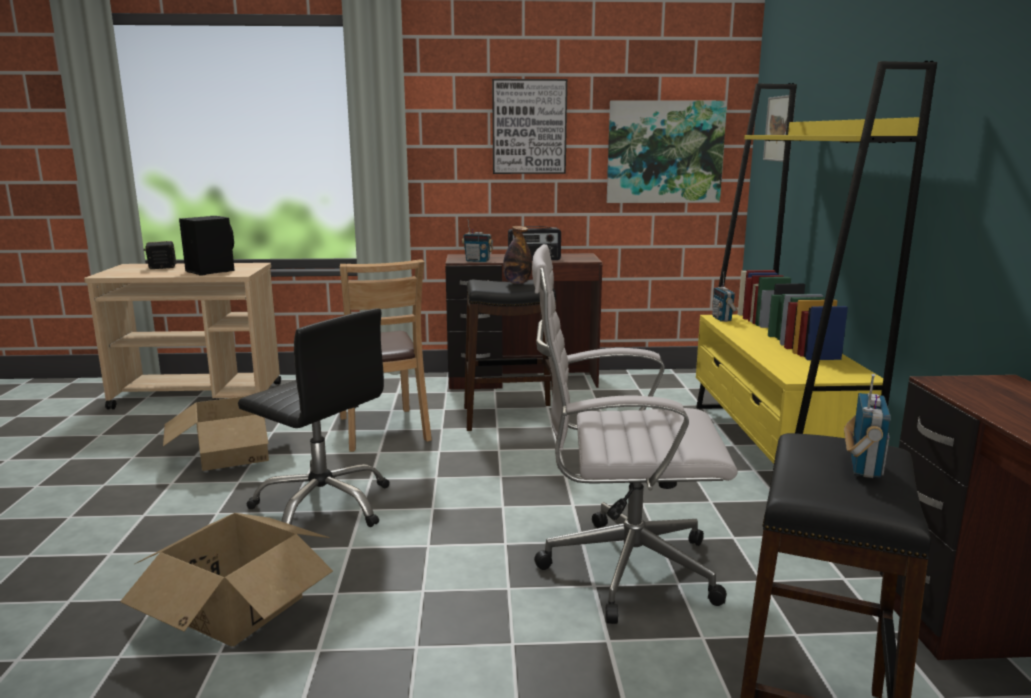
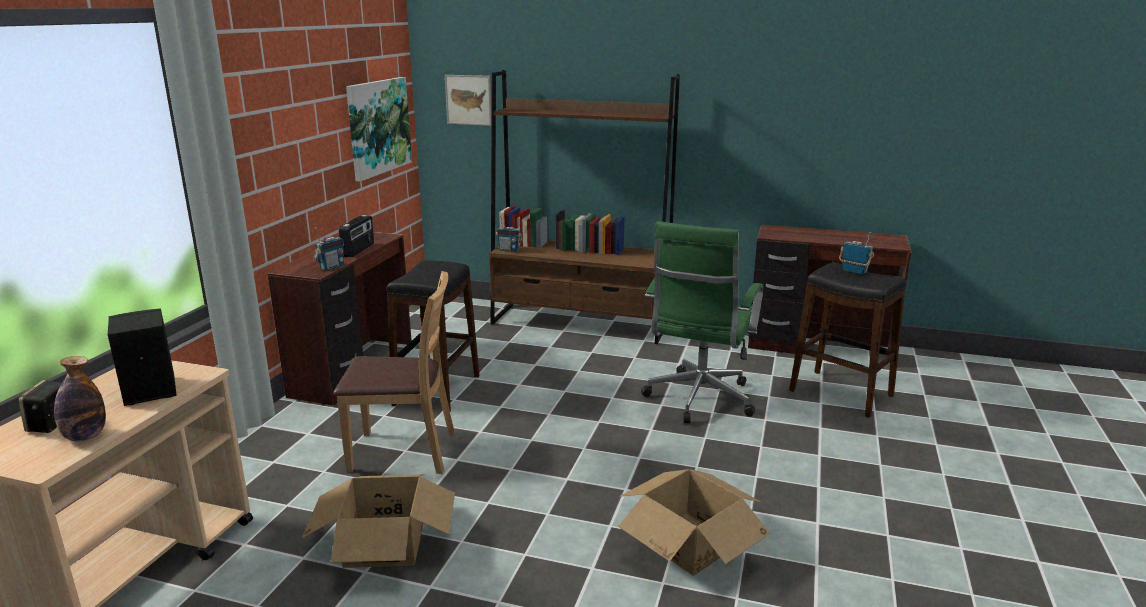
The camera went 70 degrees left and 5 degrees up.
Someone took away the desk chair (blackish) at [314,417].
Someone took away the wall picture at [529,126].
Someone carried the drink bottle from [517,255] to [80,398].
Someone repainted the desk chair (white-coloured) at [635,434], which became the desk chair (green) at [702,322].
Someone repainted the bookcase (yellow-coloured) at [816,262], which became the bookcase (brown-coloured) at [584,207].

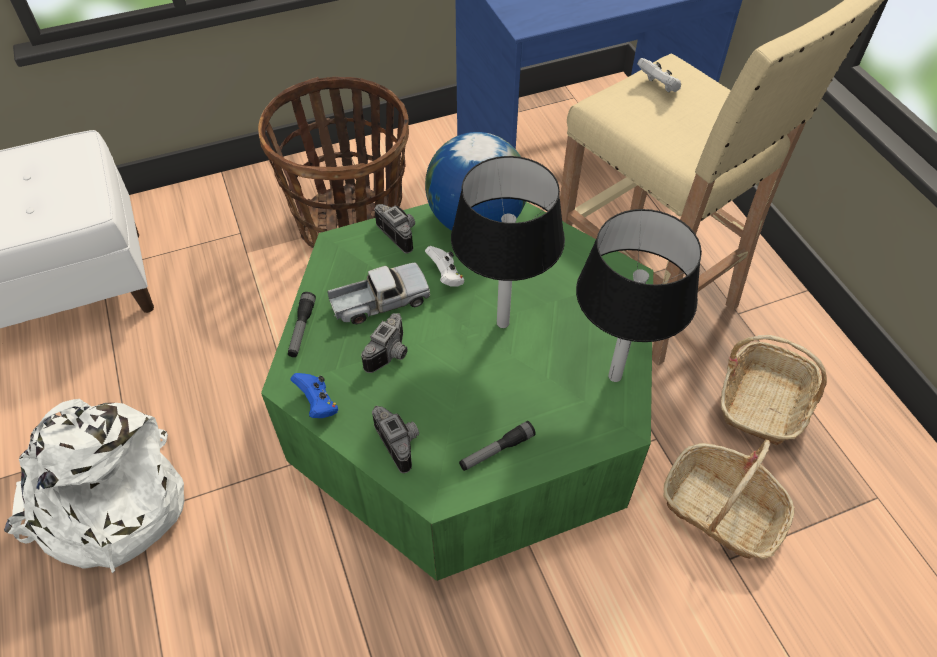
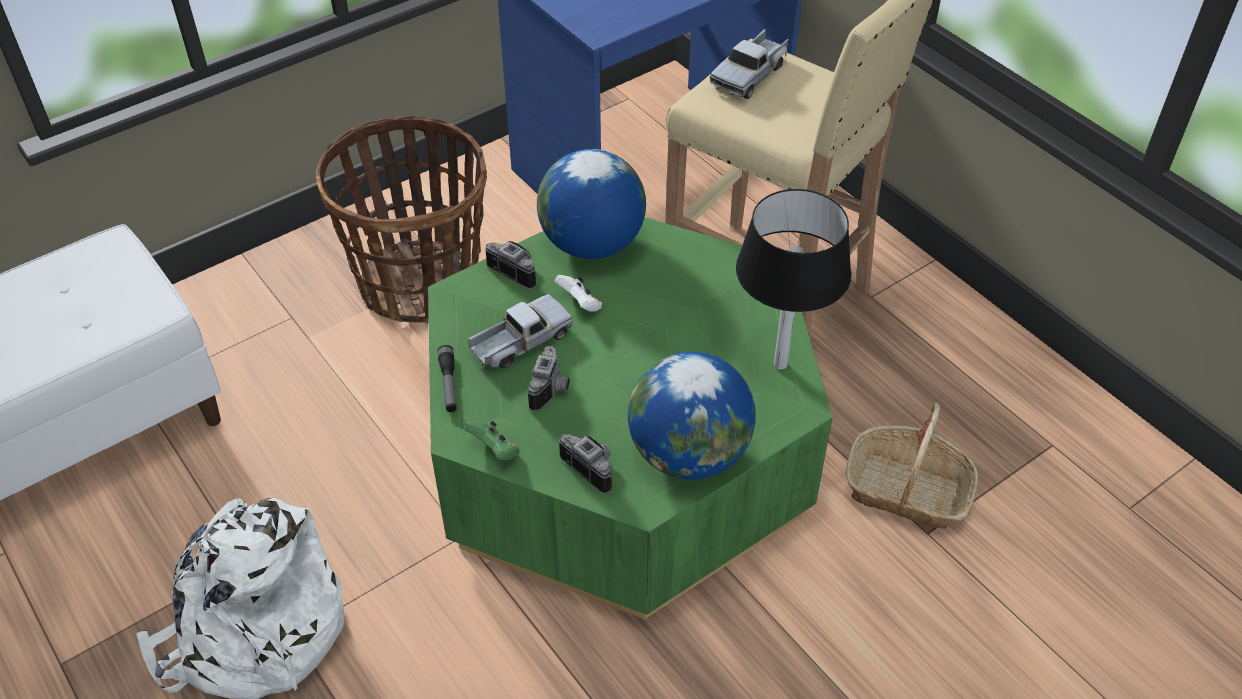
The camera went 15 degrees left and 5 degrees down.
Someone repainted the joypad (bluish) at [314,395], which became the joypad (green) at [491,440].
Someone took away the tabletop lamp (blackish) at [508,242].
Someone swapped the flashlight at [497,446] for the world globe at [692,416].
Someone swapped the joypad (white-coloured) at [659,75] for the toy truck at [749,64].
Someone took away the basket at [774,390].

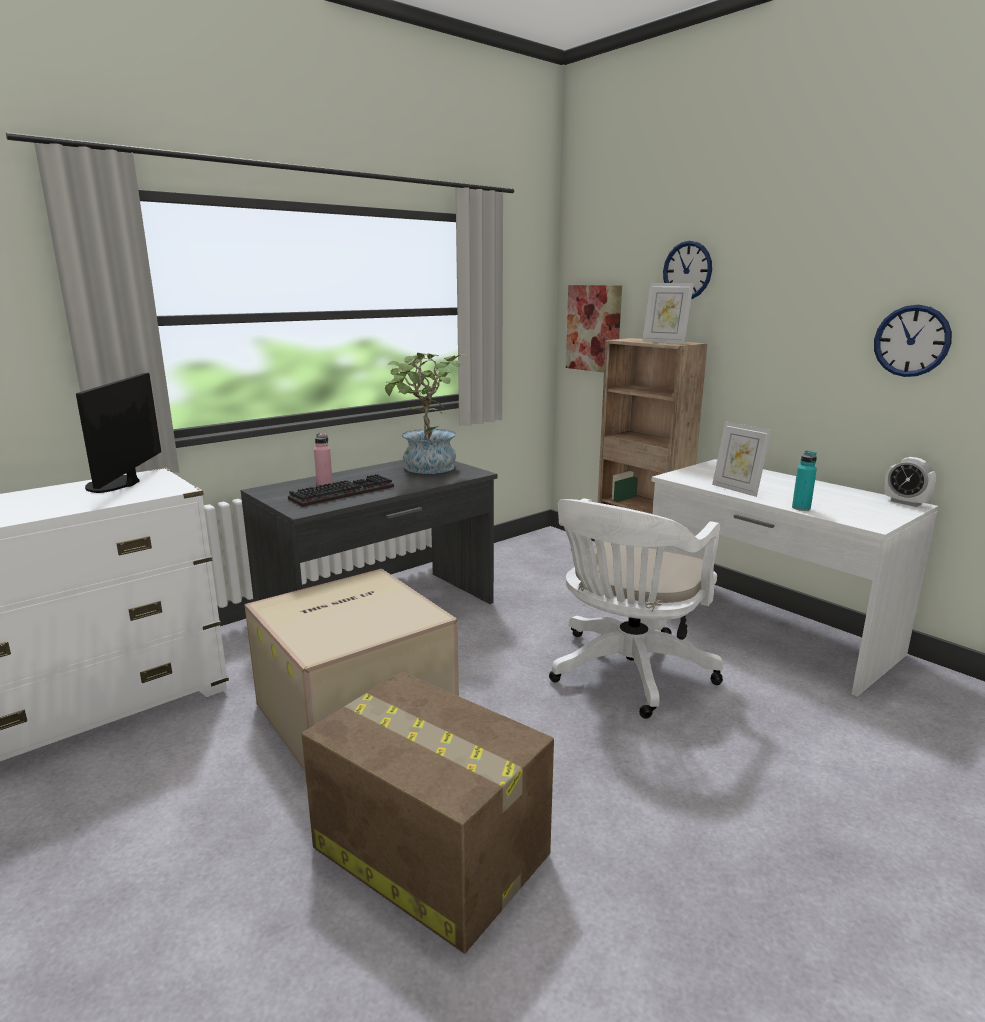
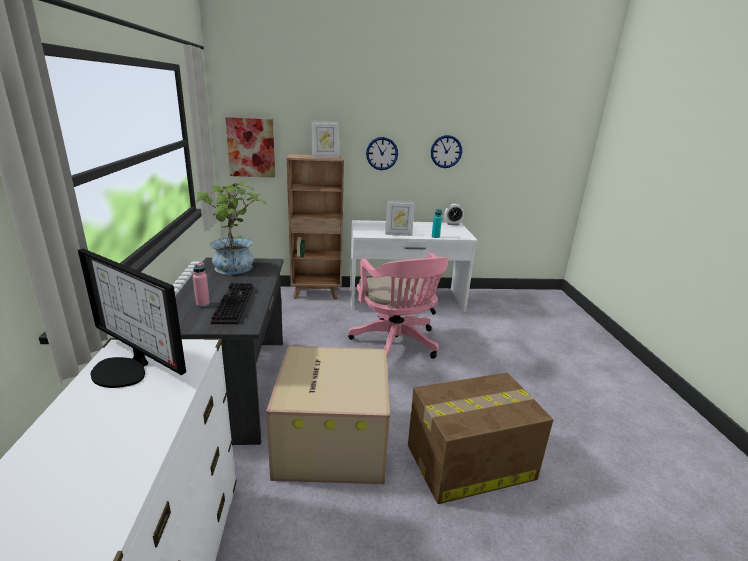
The camera went 55 degrees left and 5 degrees up.
Someone repainted the desk chair (white-coloured) at [636,608], which became the desk chair (pinkish) at [398,306].
Someone carried the hanging clock from [687,270] to [382,153].

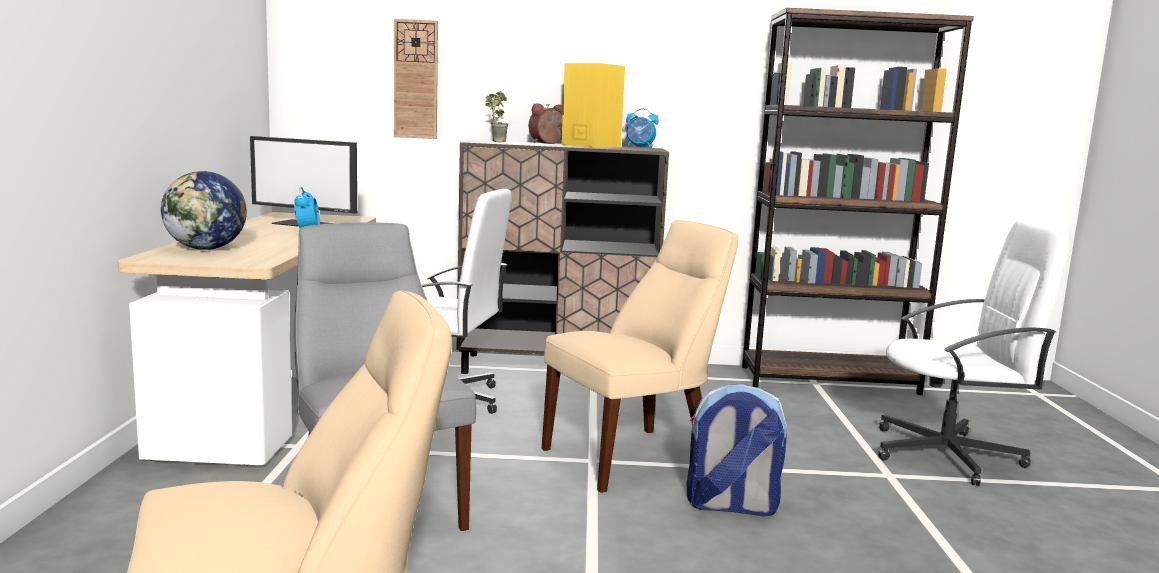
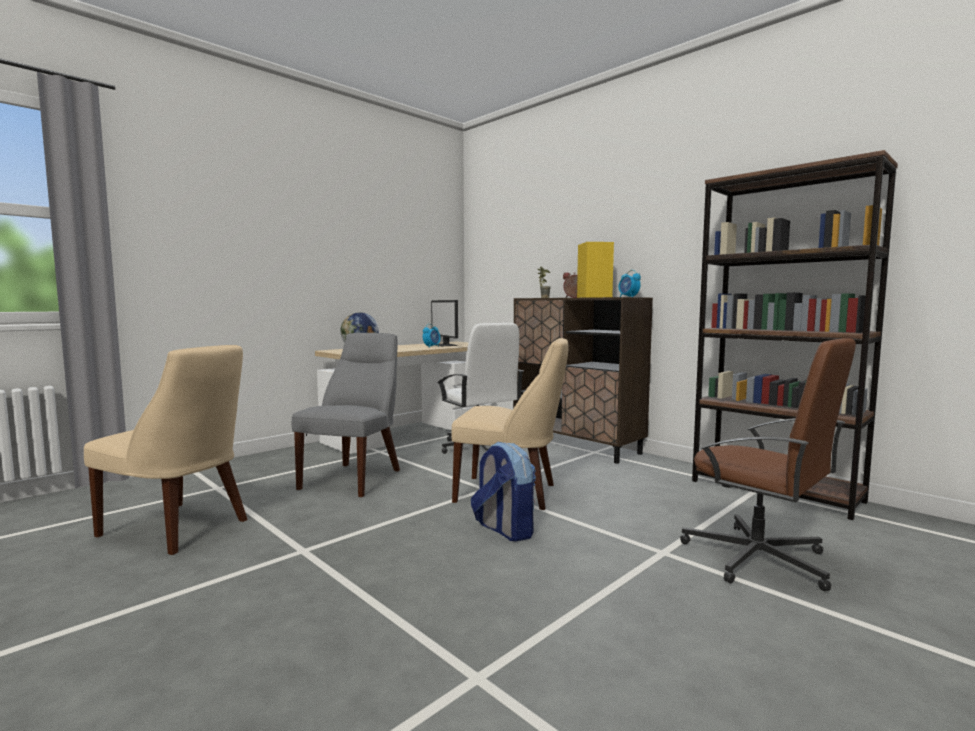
The camera went 45 degrees right and 5 degrees down.
Someone took away the hanging clock at [416,79].
Someone repainted the desk chair (white-coloured) at [973,353], which became the desk chair (brown-coloured) at [768,464].

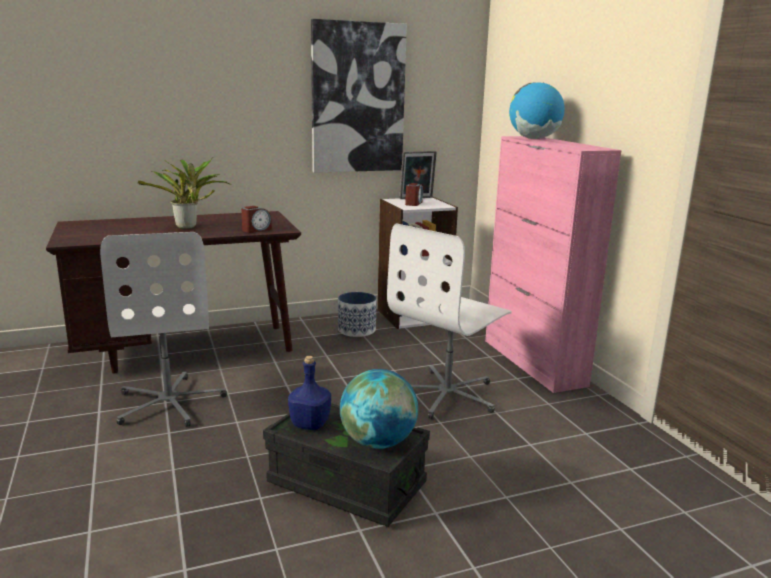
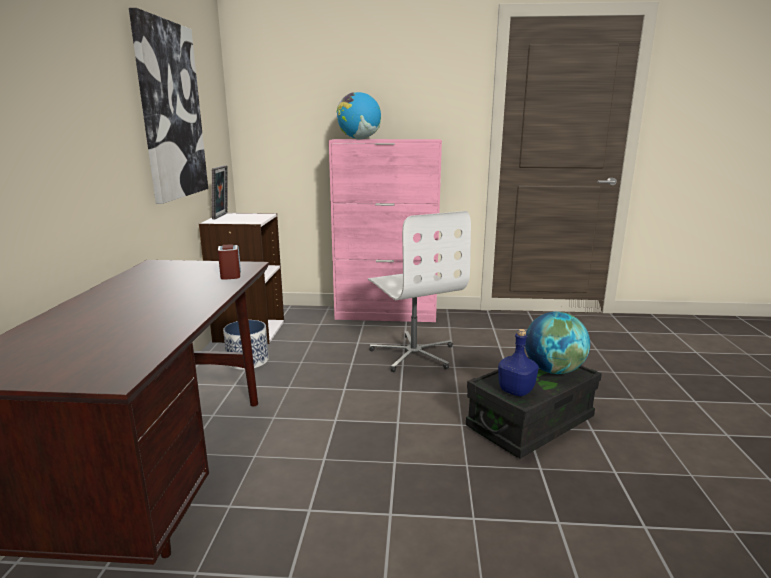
The camera went 65 degrees left and 0 degrees up.
Someone took away the desk chair (white-coloured) at [163,329].
Someone took away the potted plant at [184,193].
Someone took away the table clock at [414,194].

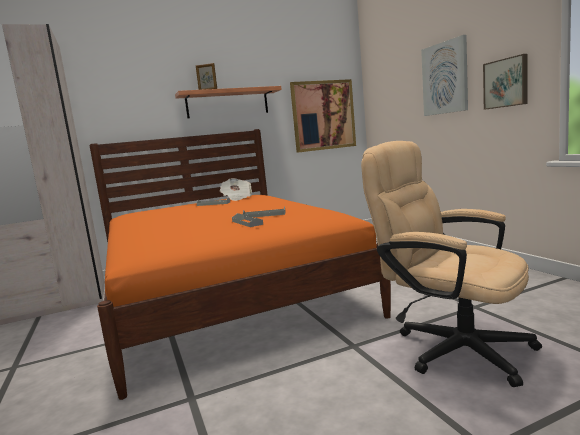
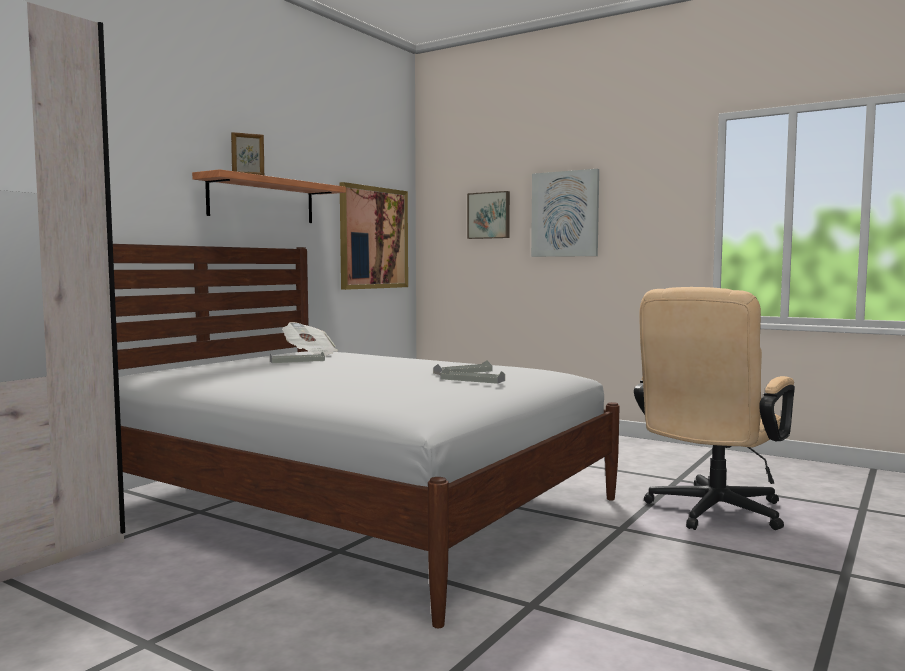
The camera went 35 degrees left and 5 degrees down.
Someone repainted the sleeping bed (orange) at [240,264], which became the sleeping bed (white-coloured) at [366,436].
Someone rotated the desk chair (beige) at [451,264] by 60 degrees counterclockwise.
Someone carried the wall picture from [505,82] to [488,215].

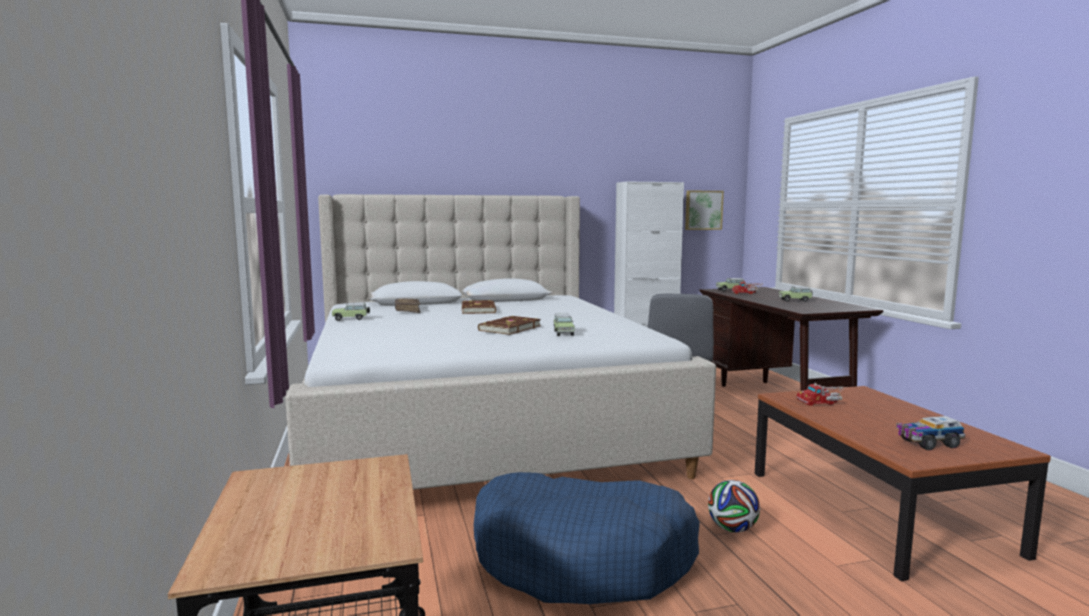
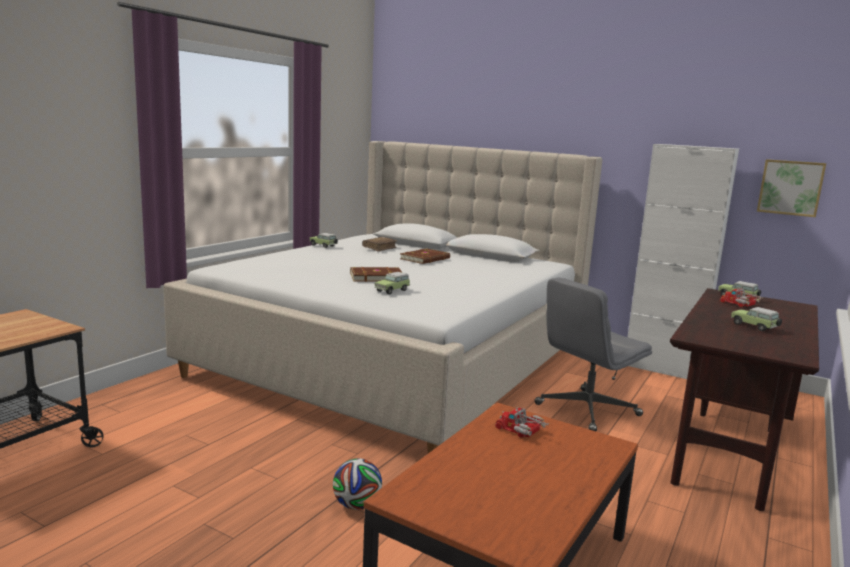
The camera went 45 degrees right and 5 degrees up.
Someone took away the pet bed (bluish) at [587,538].
Someone took away the toy truck at [931,433].

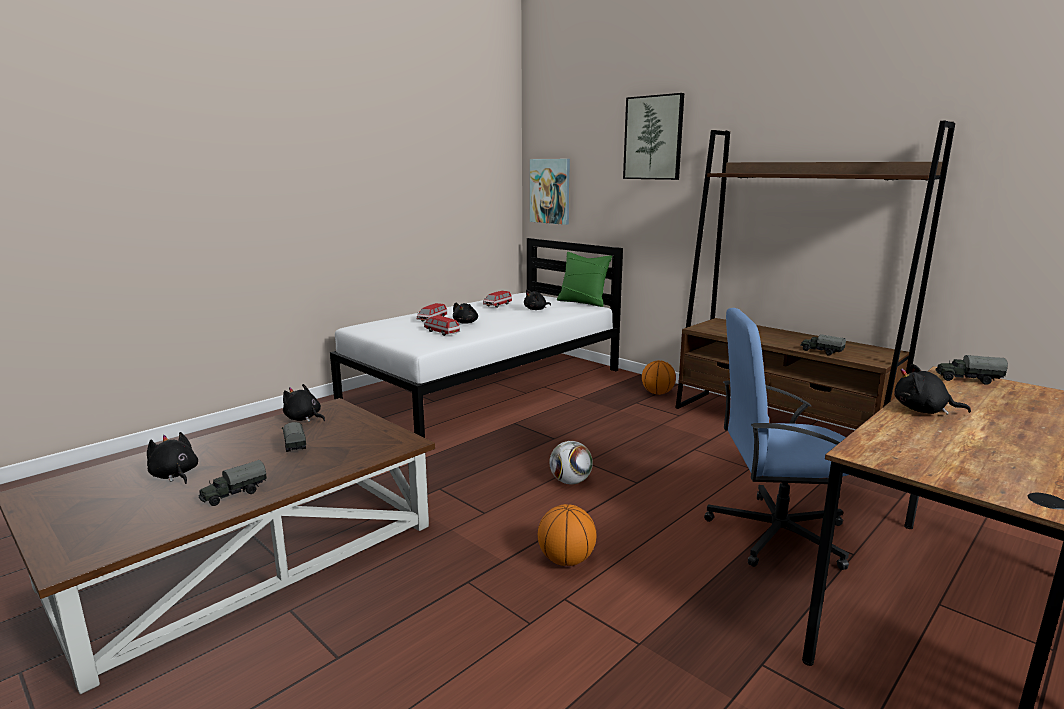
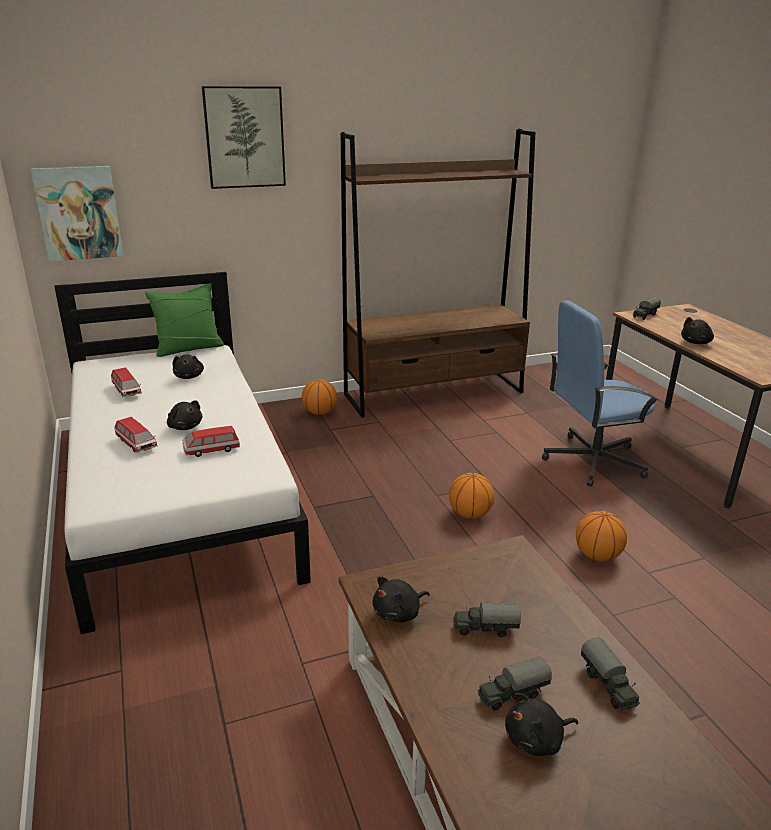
The camera went 65 degrees left and 10 degrees up.
Someone swapped the ball for football at [571,462] for the basketball ball at [472,496].
Someone rotated the desk chair (bluish) at [776,439] by 45 degrees clockwise.
Someone carried the toy truck from [823,345] to [515,683].

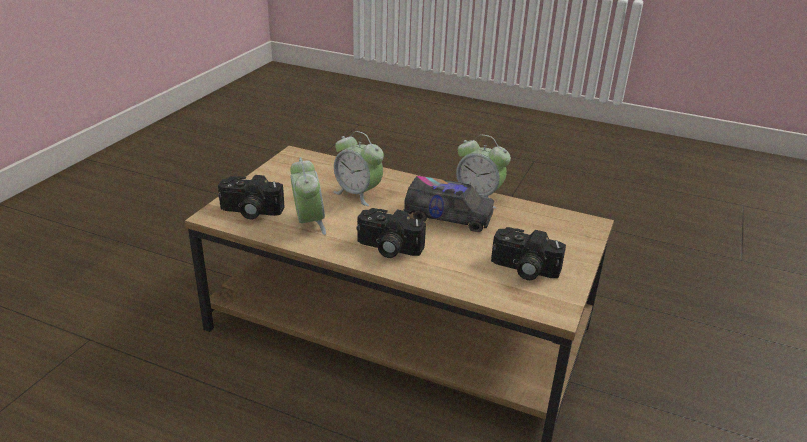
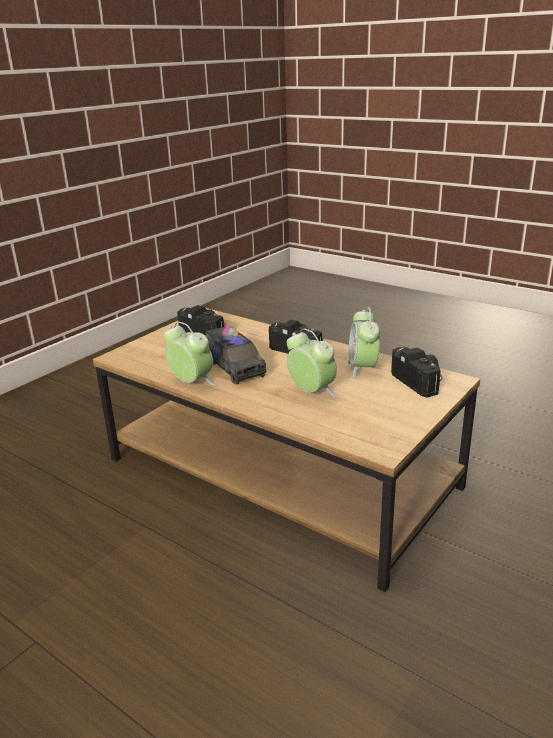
The camera went 165 degrees left and 5 degrees down.
Someone rotated the photo camera at [251,197] by 45 degrees clockwise.
Someone rotated the toy truck at [448,204] by 150 degrees counterclockwise.

